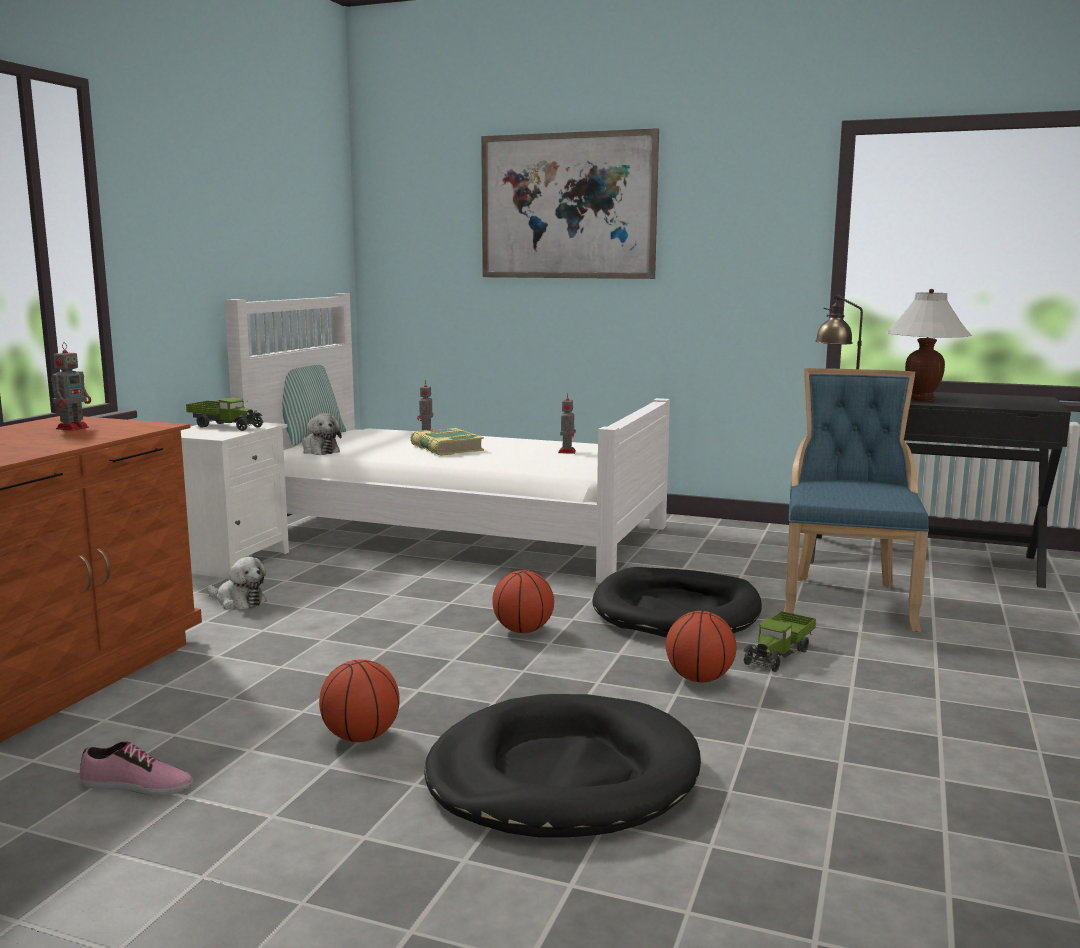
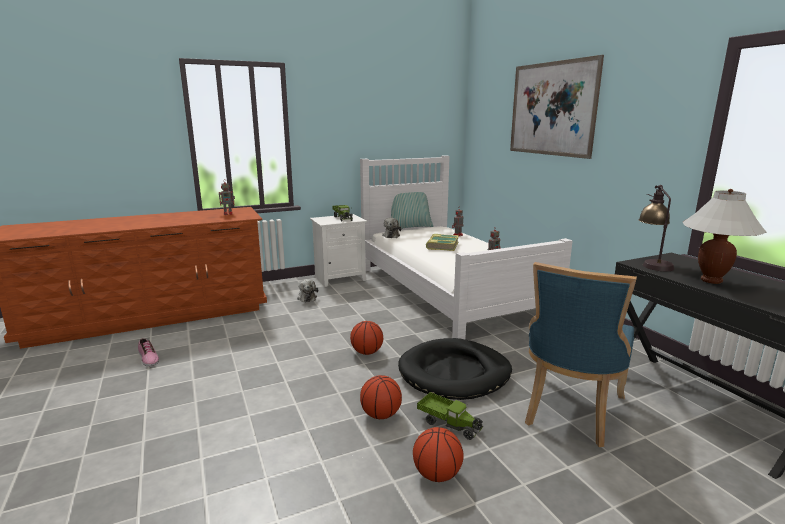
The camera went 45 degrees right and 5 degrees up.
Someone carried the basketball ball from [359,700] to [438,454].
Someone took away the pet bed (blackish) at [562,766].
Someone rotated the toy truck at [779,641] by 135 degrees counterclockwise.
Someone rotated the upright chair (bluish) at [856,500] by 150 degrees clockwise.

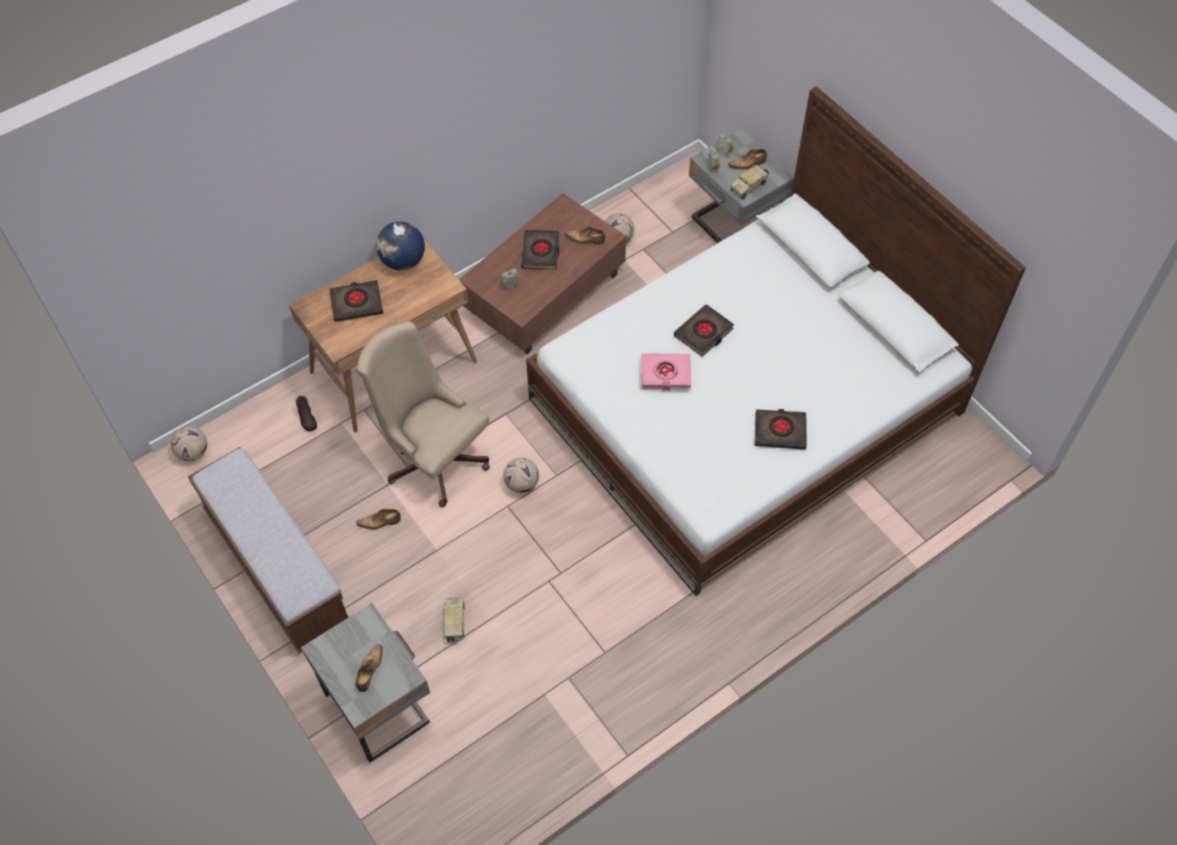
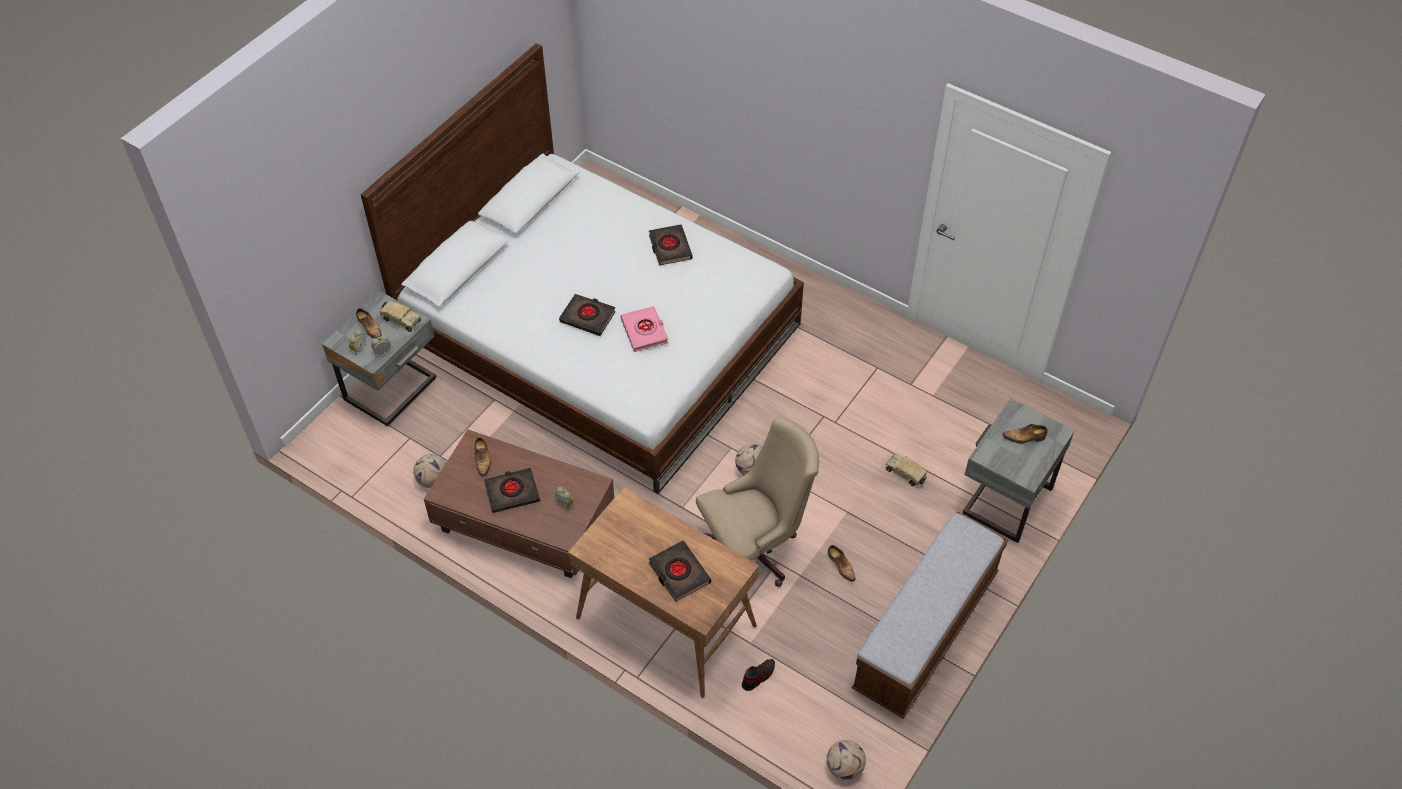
The camera went 110 degrees left and 5 degrees down.
Someone rotated the desk chair (beige) at [423,414] by 135 degrees counterclockwise.
Someone took away the world globe at [400,246].
Someone rotated the toy truck at [453,620] by 60 degrees clockwise.

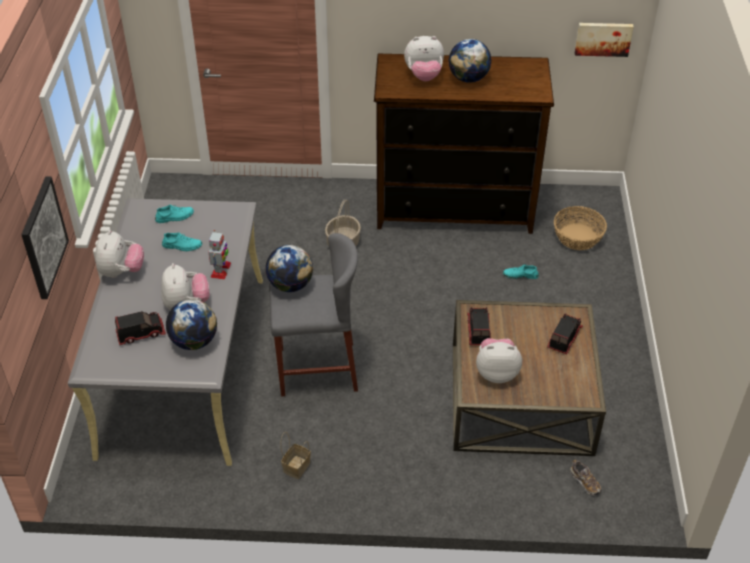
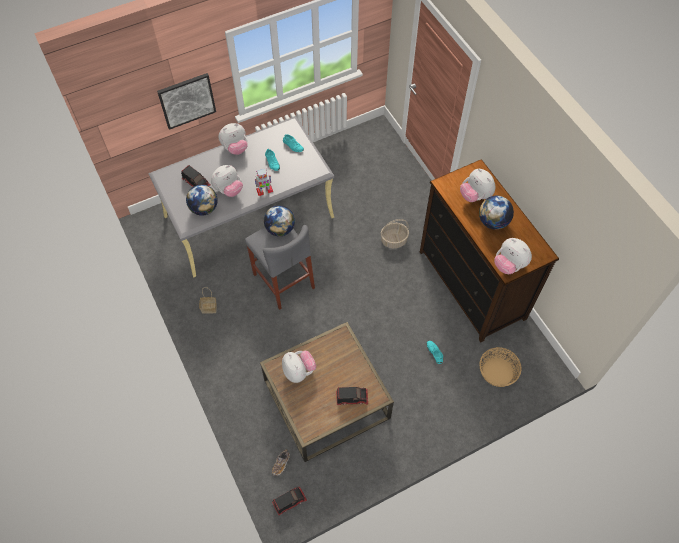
The camera went 60 degrees right and 15 degrees up.
Someone carried the toy truck from [479,326] to [289,500].
Someone took away the wall picture at [604,40].
Someone put down the cuddly toy at [513,256].

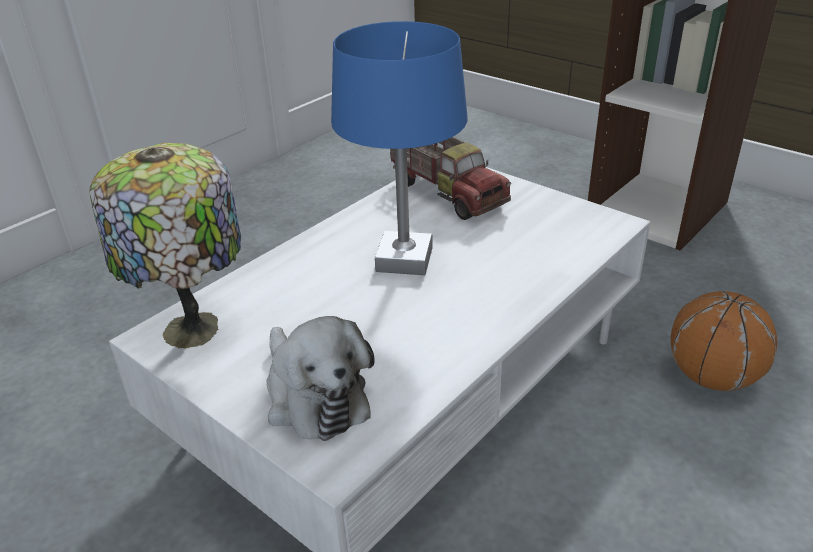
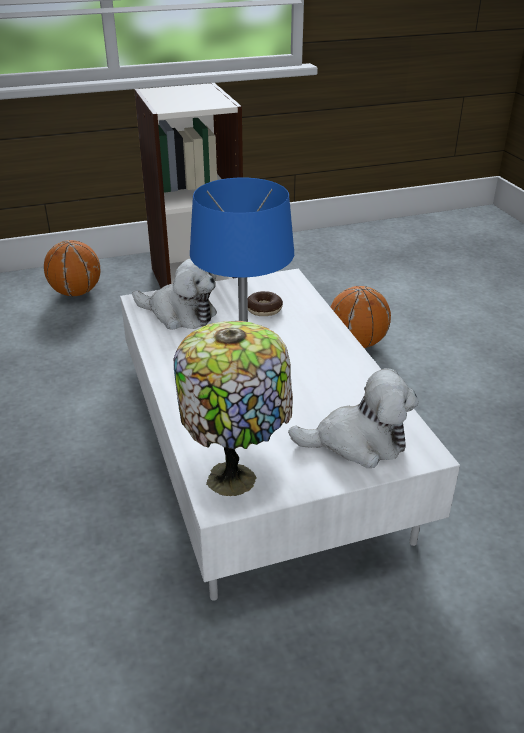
The camera went 60 degrees left and 0 degrees up.
Someone swapped the toy truck at [450,178] for the cuddly toy at [174,294].
Someone put down the basketball ball at [72,268].
Someone put down the doughnut at [265,303].

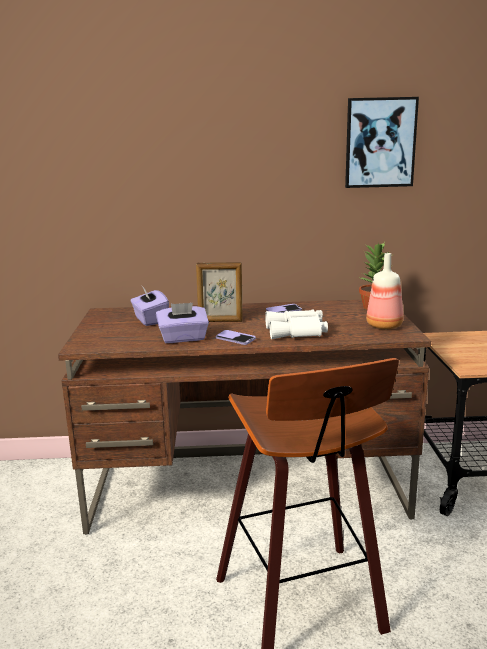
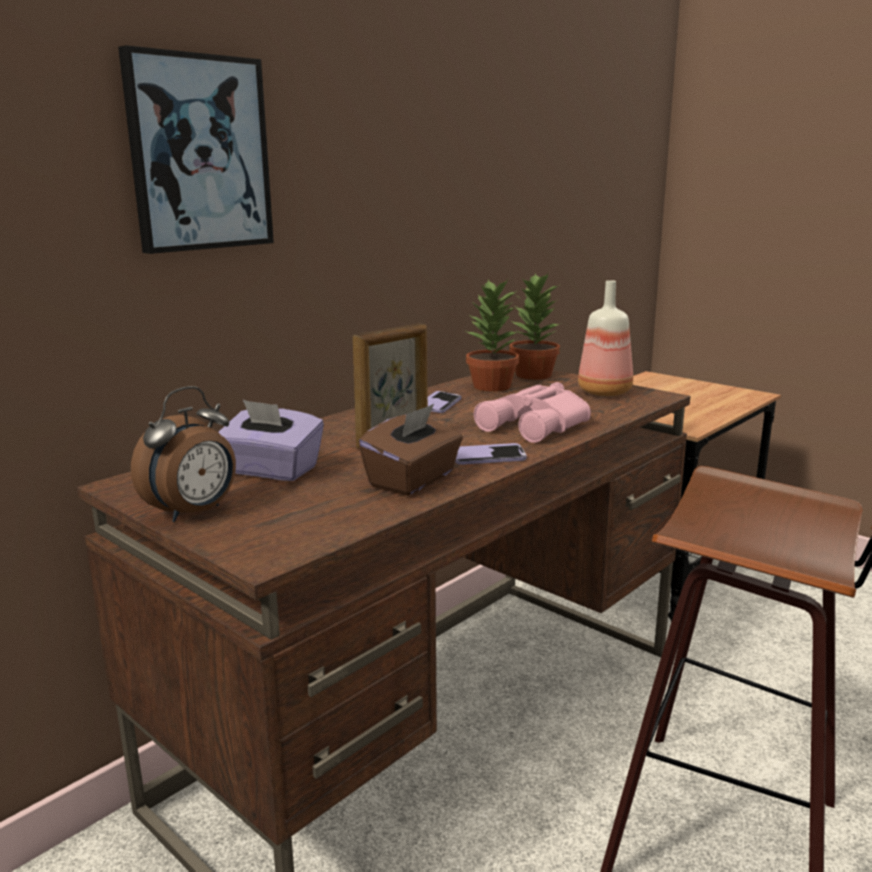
The camera went 45 degrees left and 0 degrees up.
Someone repainted the tissue box (purplish) at [182,323], which became the tissue box (brown-coloured) at [410,450].
Someone repainted the pair of binoculars (white-coloured) at [296,324], which became the pair of binoculars (pinkish) at [532,412].
Someone carried the wall picture from [382,142] to [196,149].
Someone put down the table clock at [183,454].
Someone put down the potted plant at [492,335].

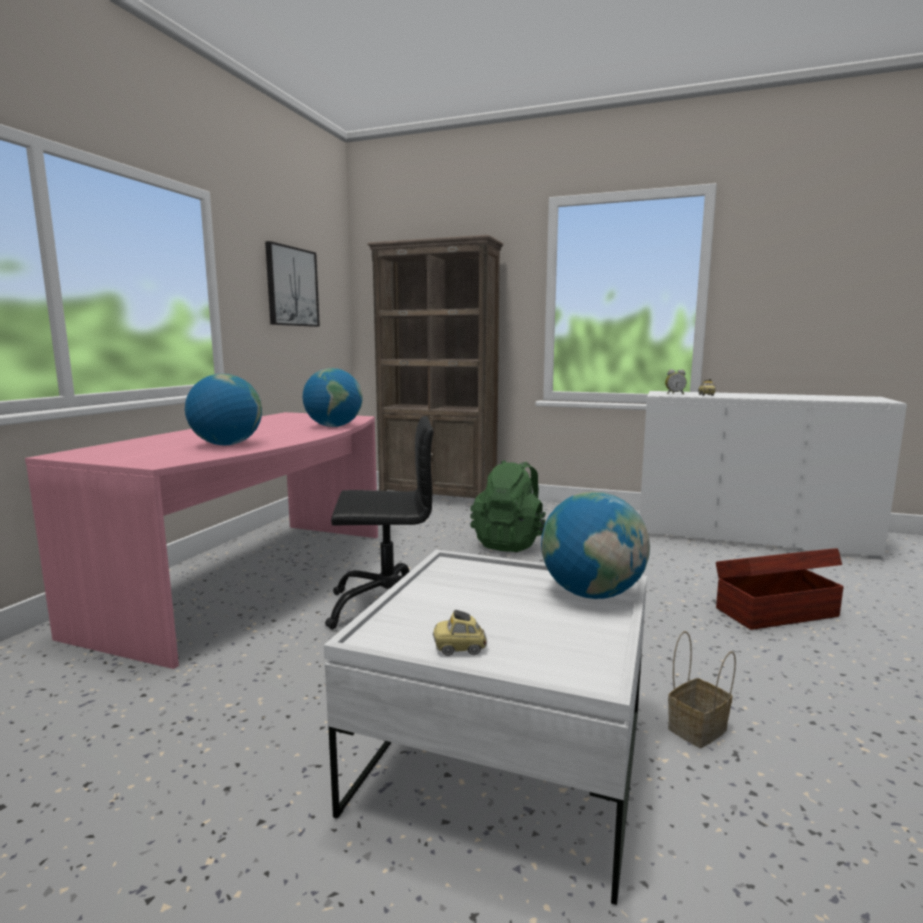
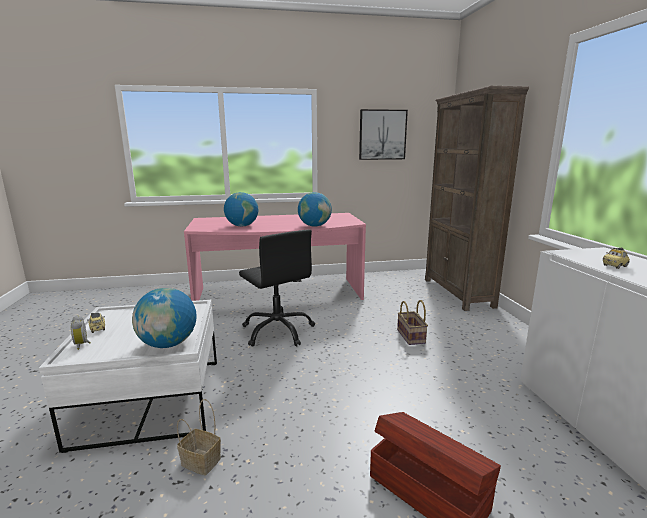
The camera went 60 degrees right and 5 degrees up.
Someone swapped the backpack (green) at [508,506] for the basket at [412,322].
Someone carried the table clock from [676,382] to [81,332].

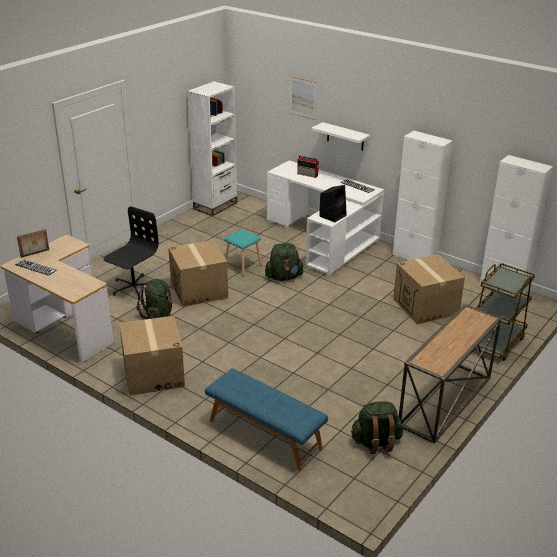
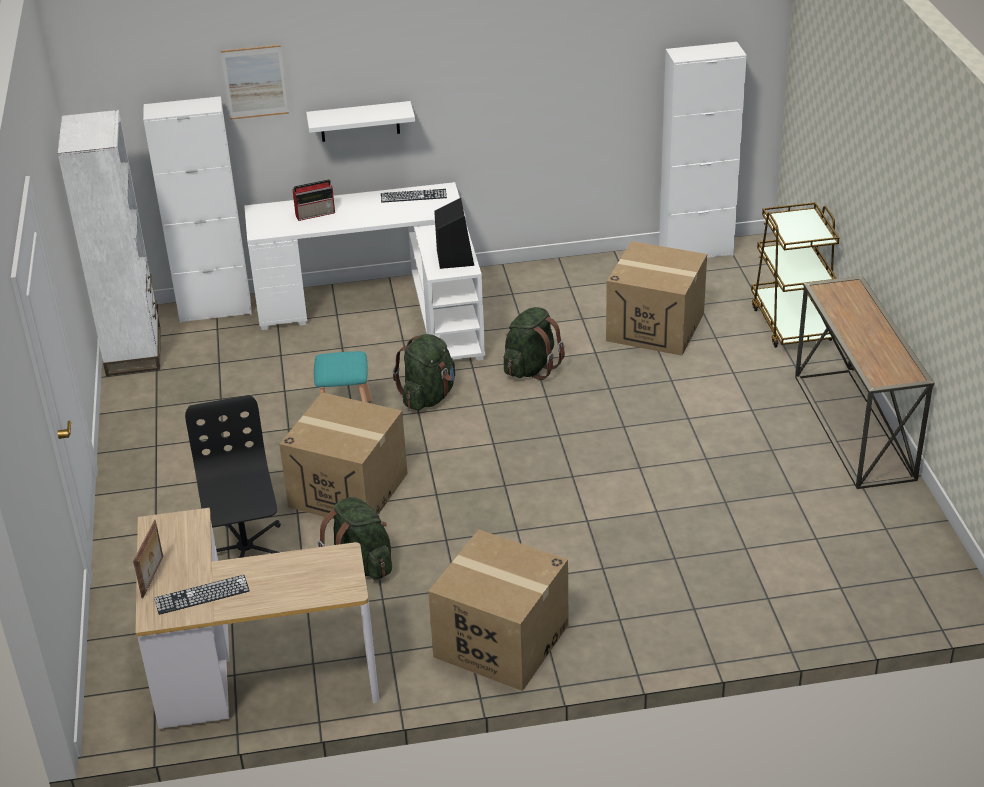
The camera went 45 degrees left and 5 degrees up.
Someone took away the long seat (bluish) at [266,420].
Someone carried the backpack (green) from [377,427] to [534,343].
Someone carried the storage cabinet (white-coloured) from [423,195] to [197,209].

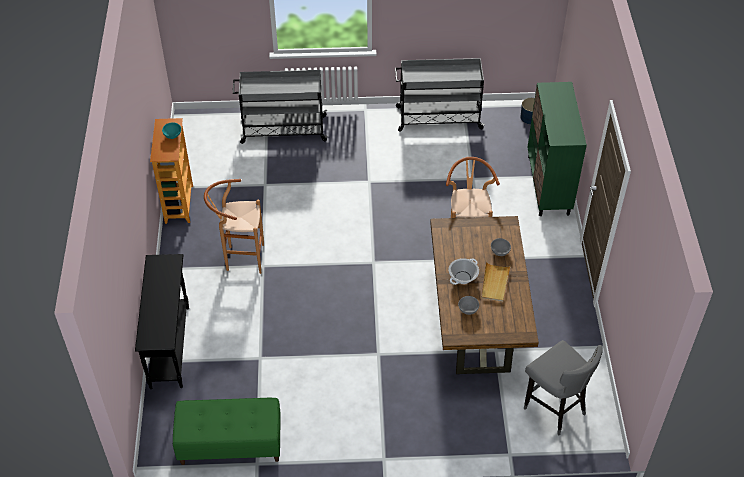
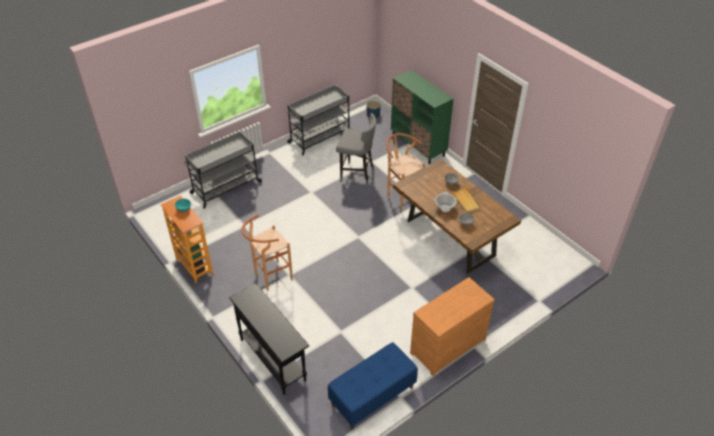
The camera went 35 degrees left and 5 degrees down.
Someone repainted the long seat (green) at [227,431], which became the long seat (bluish) at [373,386].
Someone carried the stool (grey) from [563,388] to [356,148].
Someone put down the drawer chest (brown-coloured) at [452,326].

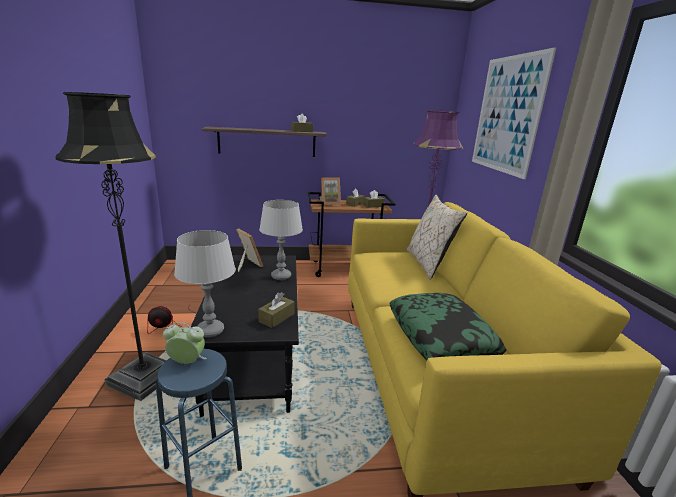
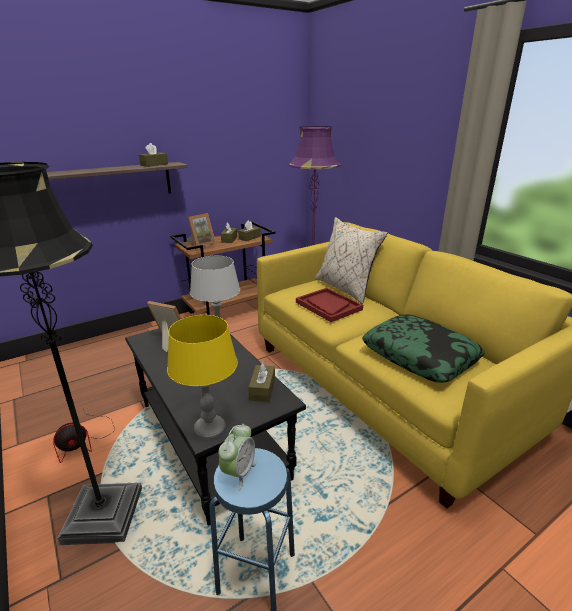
The camera went 25 degrees left and 5 degrees up.
Someone rotated the table clock at [185,343] by 135 degrees clockwise.
Someone repainted the tabletop lamp (grey) at [205,283], which became the tabletop lamp (yellow-coloured) at [202,377].
Someone took away the wall picture at [514,113].
Someone put down the serving tray (red-coloured) at [329,305].

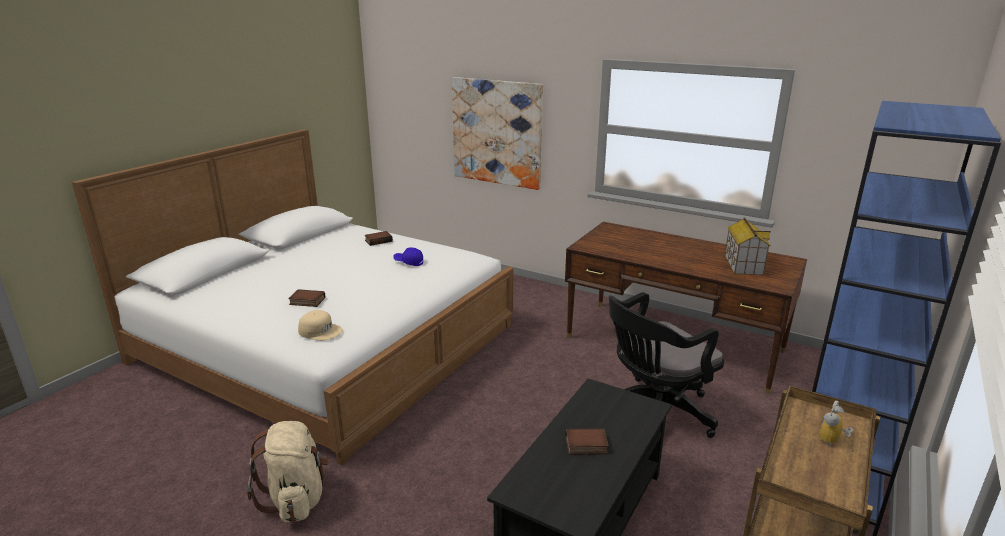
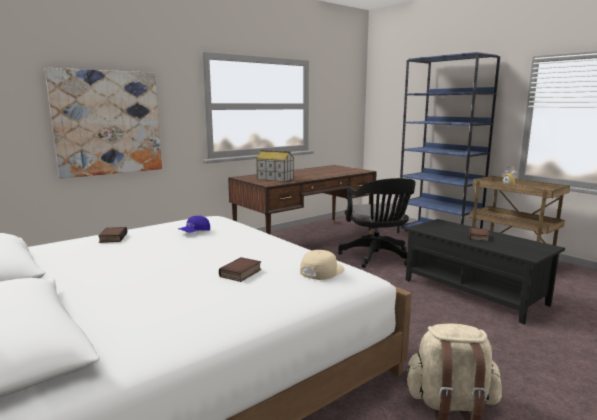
The camera went 70 degrees left and 10 degrees down.
Someone carried the model house from [748,246] to [275,166].

